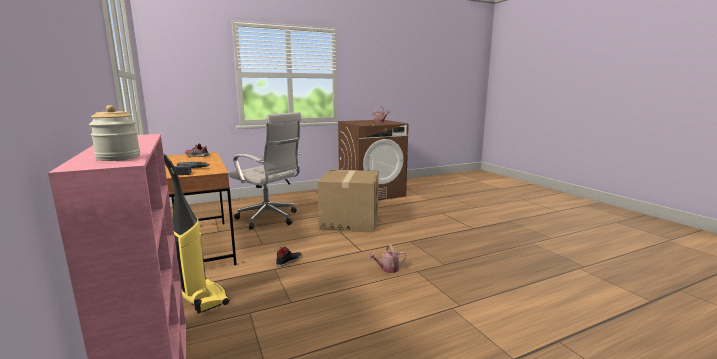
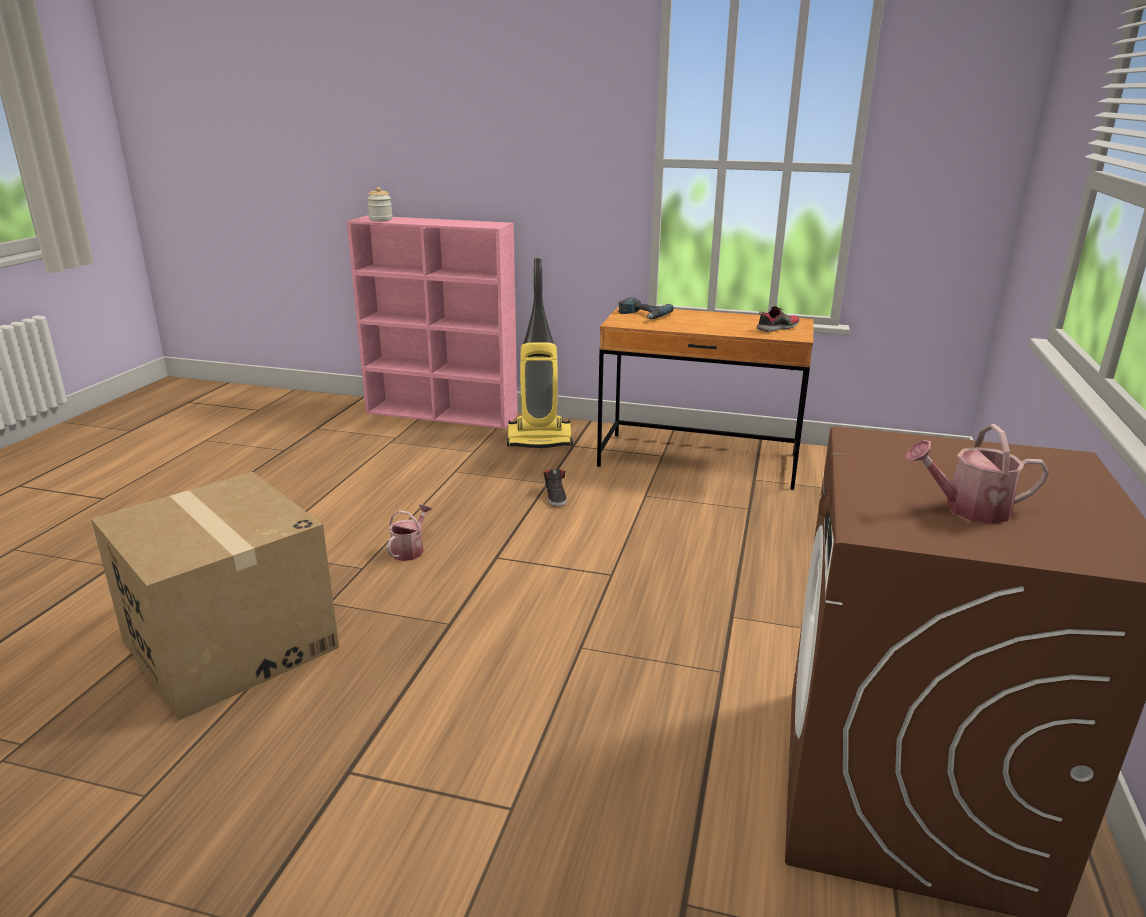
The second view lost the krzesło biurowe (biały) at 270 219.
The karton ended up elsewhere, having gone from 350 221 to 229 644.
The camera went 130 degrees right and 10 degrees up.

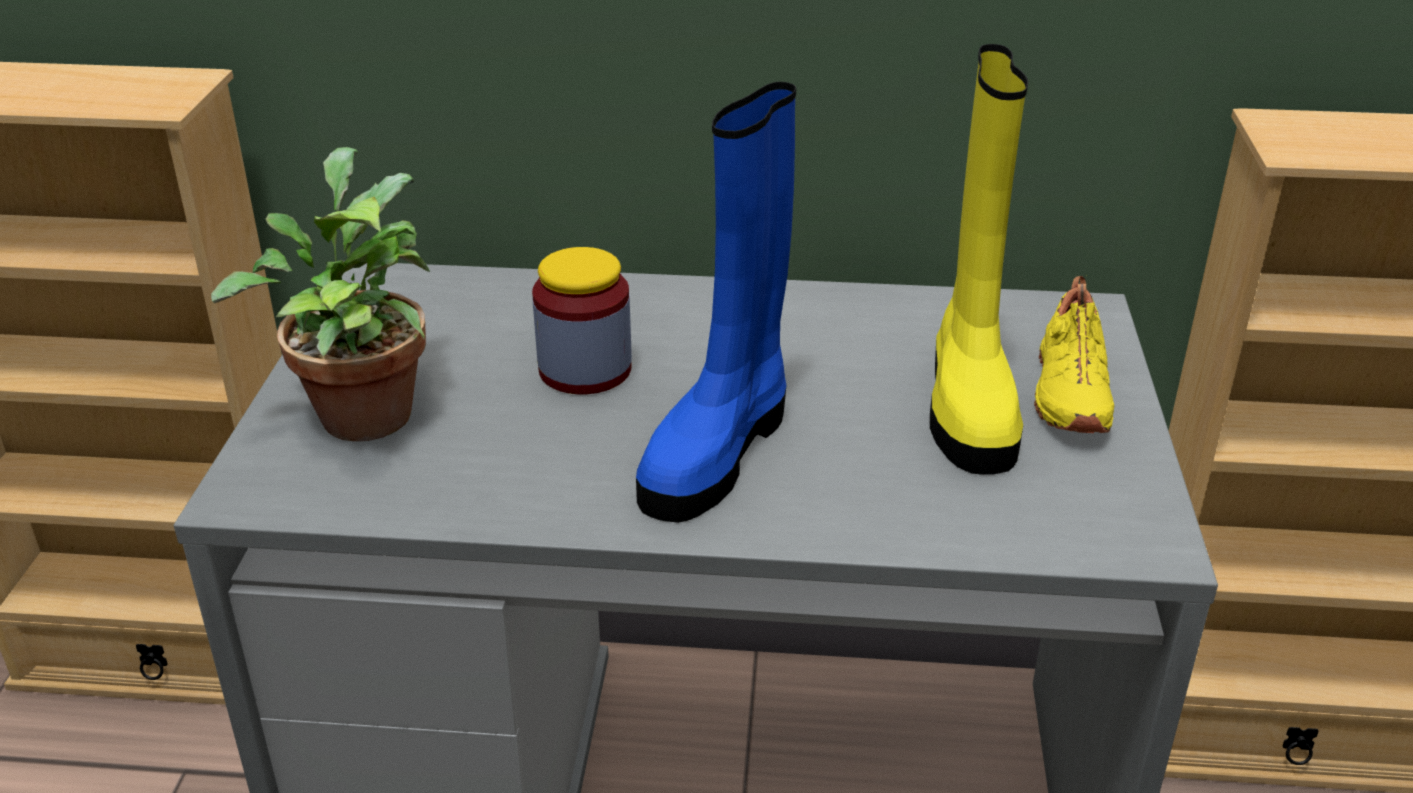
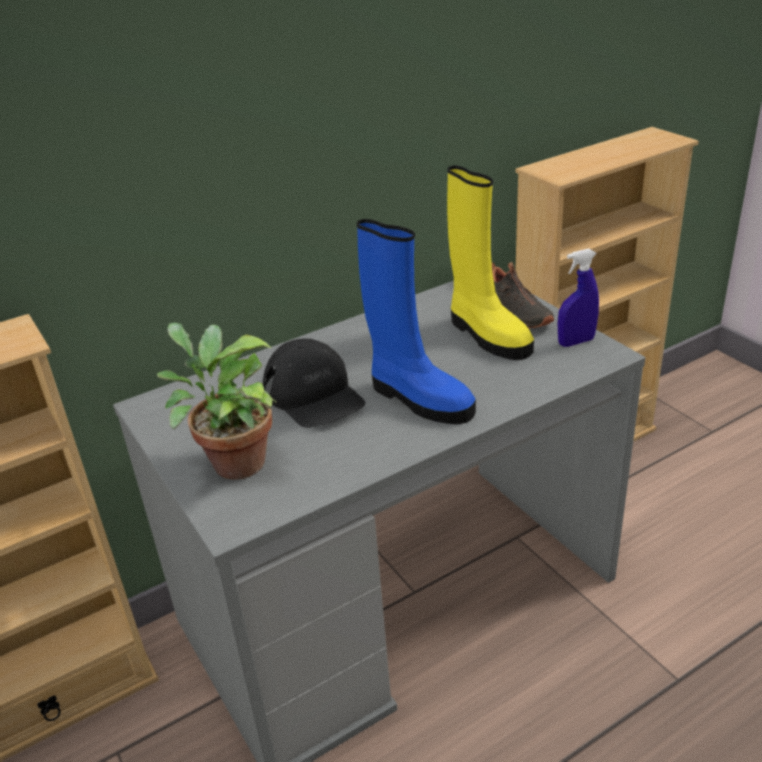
The second view gained the spryskiwacz (niebieski) at 576 342.
Where the słoik stood at 585 369, the czapka z daszkiem (czarny) came to stand at 314 395.
What was the but (żółty) at 1067 392 turned into the but (czarny) at 515 314.
The but z cholewką (niebieski) at 718 451 ended up facing another way, 45 degrees counterclockwise from before.
The camera went 35 degrees left and 0 degrees up.

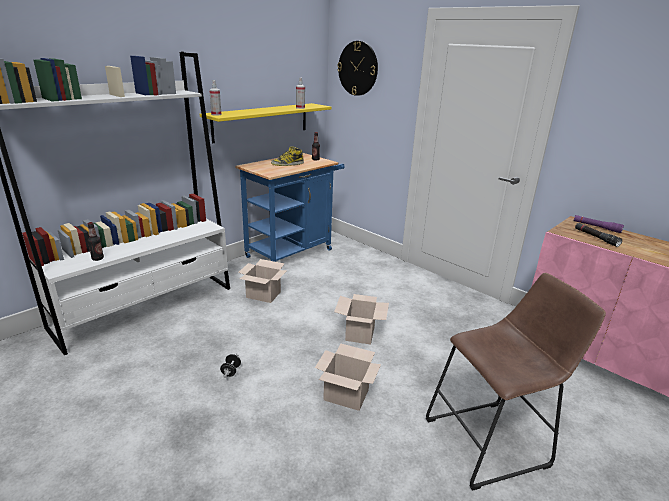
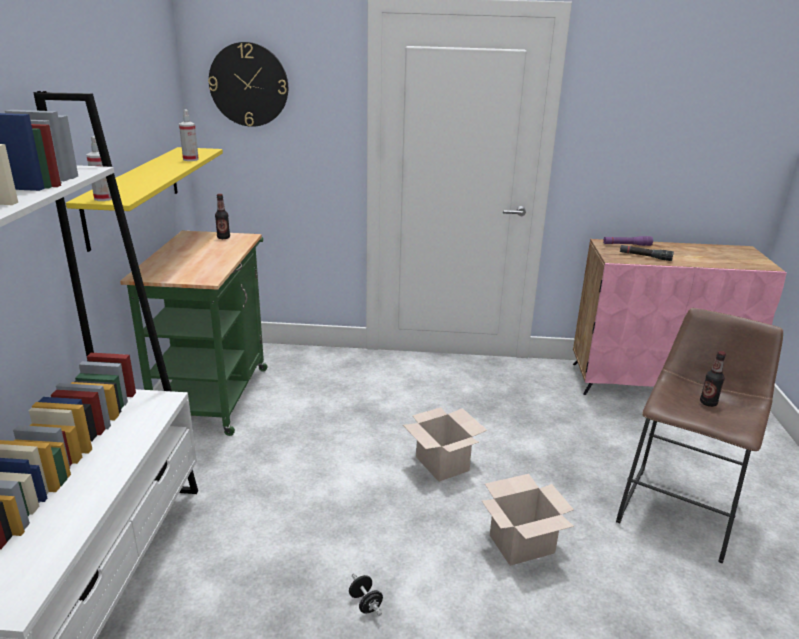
The second view lost the karton at 262 295.
The second view lost the but z cholewką at 287 164.
The butelka ended up elsewhere, having gone from 98 258 to 708 403.
What was the wózek (niebieski) at 293 251 turned into the wózek (zielony) at 216 392.
The camera went 40 degrees left and 0 degrees up.

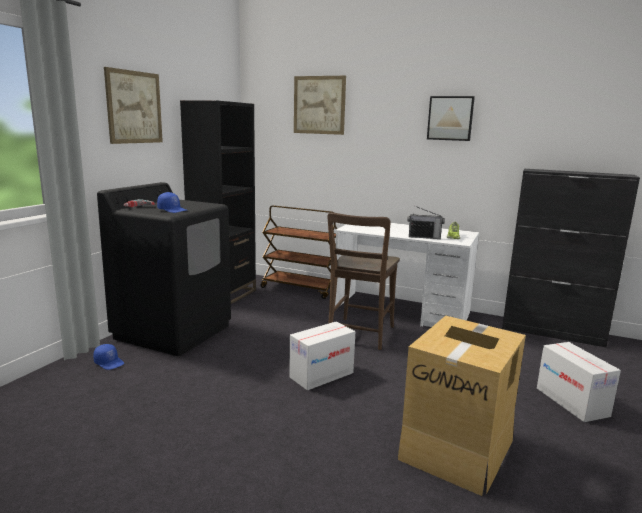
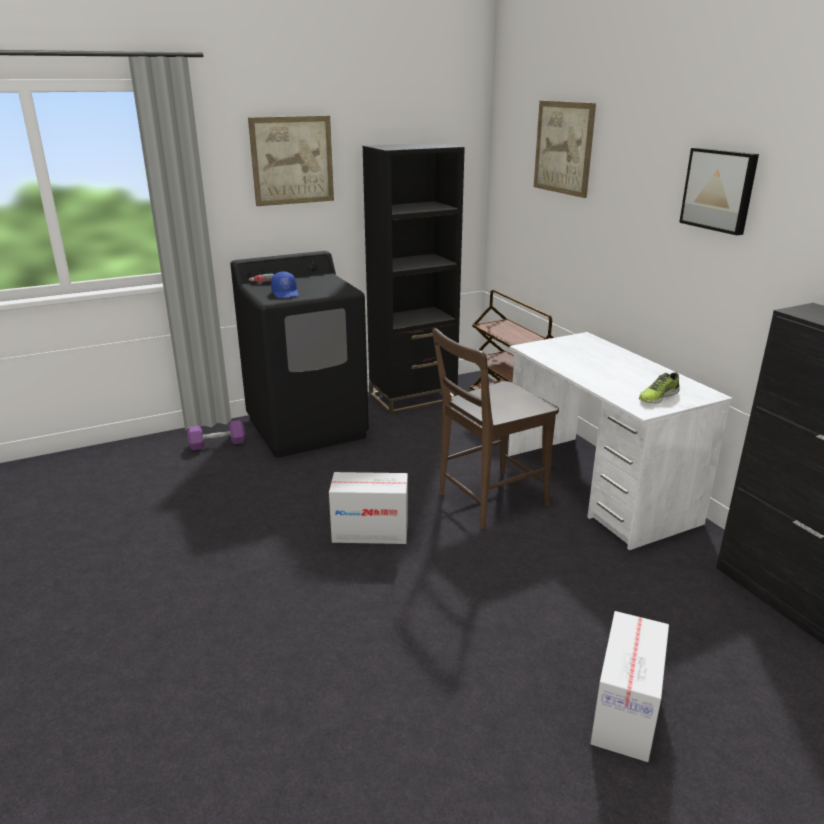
The second view lost the karton at 457 448.
The second view lost the radio at 424 237.
Where the czapka z daszkiem (niebieski) stood at 109 363, the hantel (fioletowy) came to stand at 217 444.
The camera went 40 degrees right and 10 degrees up.

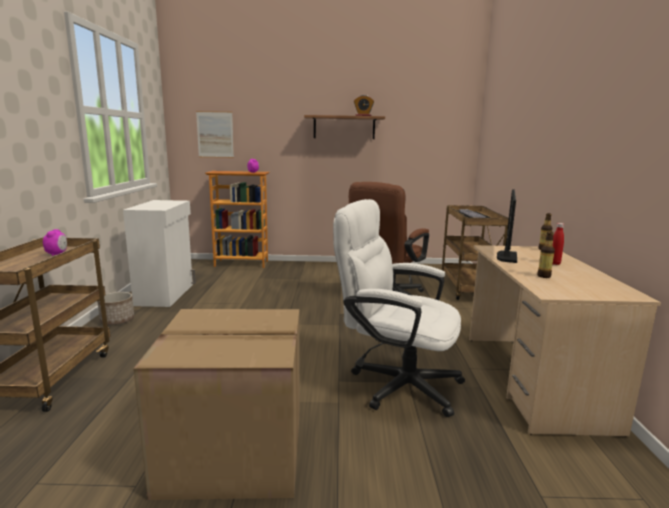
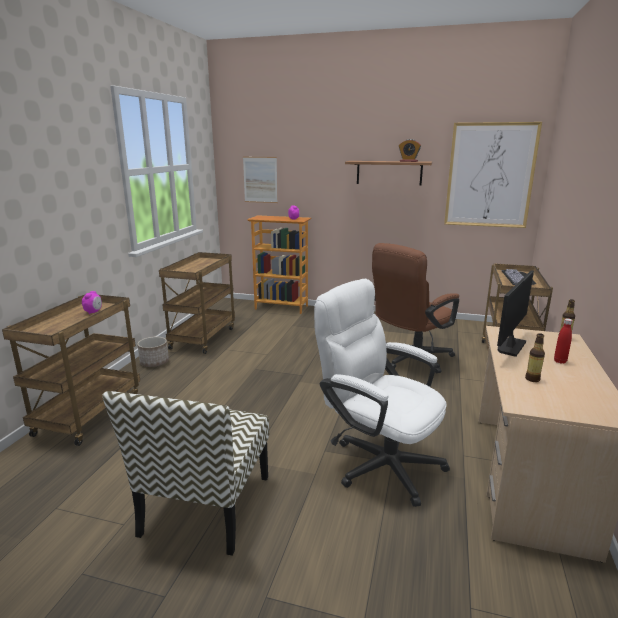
The second view gained the obraz at 490 175.
Where the szafka (biały) stood at 166 294, the wózek (brązowy) came to stand at 203 337.
Where the karton stood at 232 451, the krzesło came to stand at 206 506.
The camera went 15 degrees right and 5 degrees up.

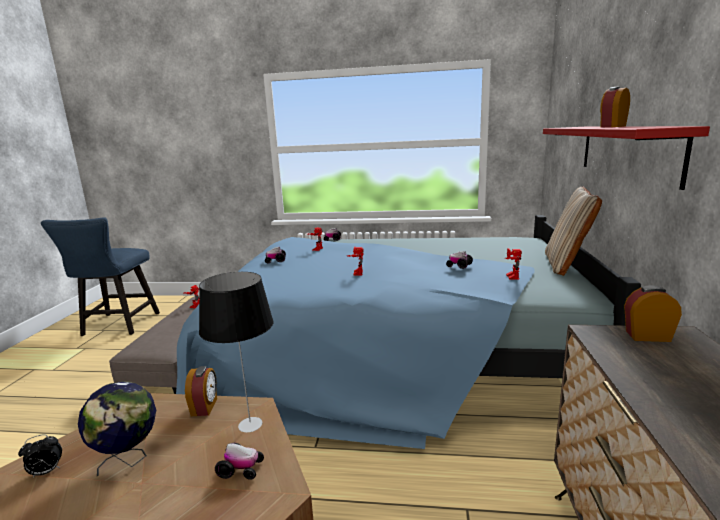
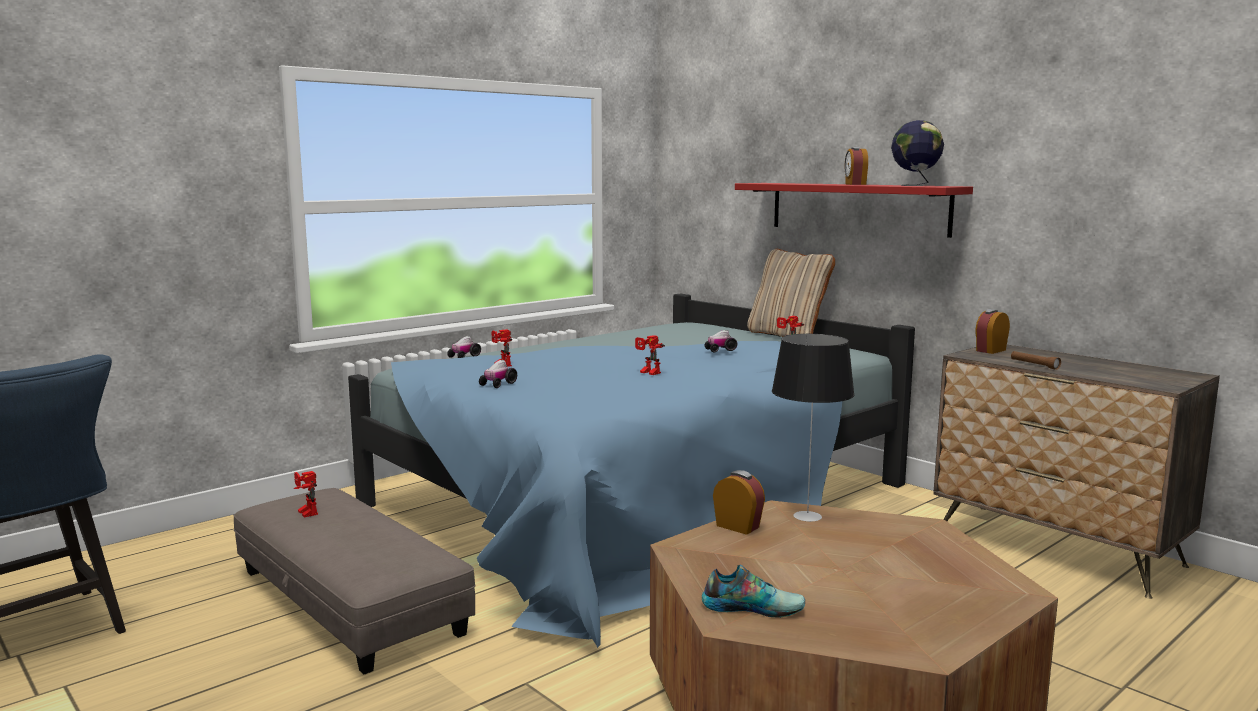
The second view lost the samochodzik at 241 469.
The second view gained the latarka (brązowy) at 1034 365.
The globus ended up elsewhere, having gone from 129 460 to 915 185.
Where the budzik stood at 46 472, the but came to stand at 752 607.
The camera went 50 degrees left and 5 degrees down.

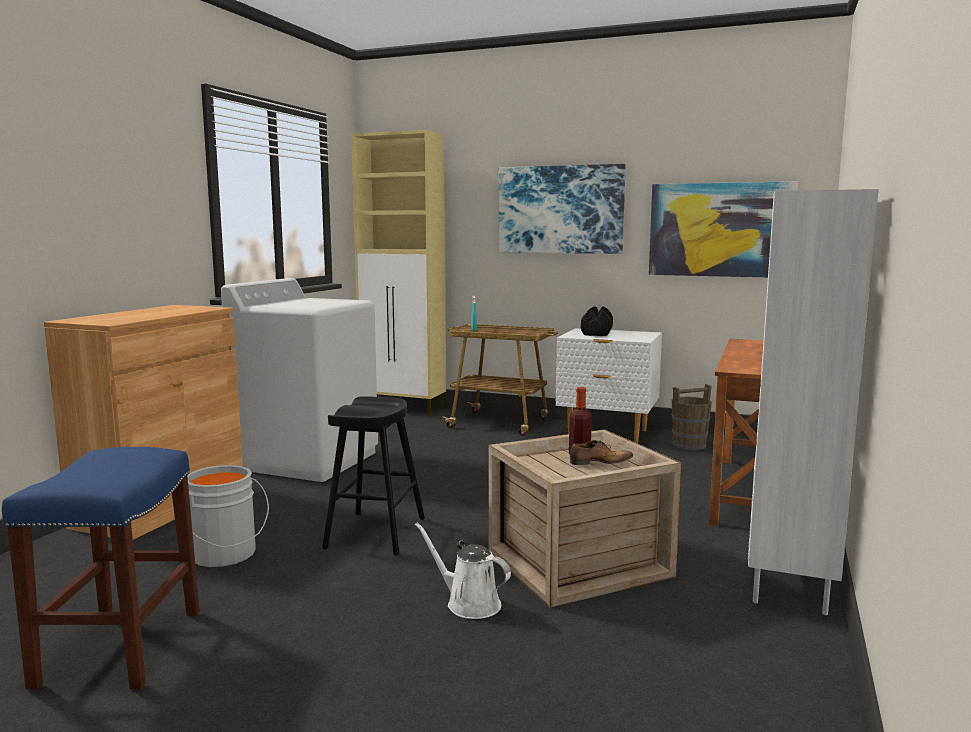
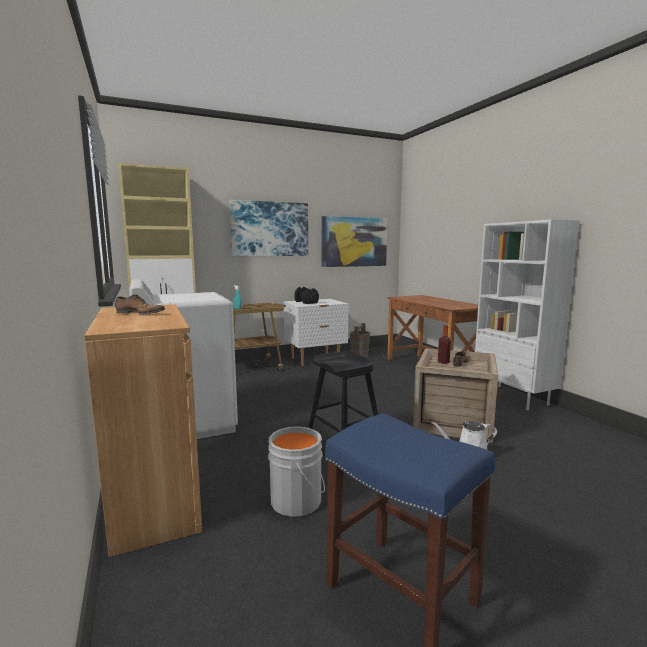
The second view gained the but at 139 313.
The camera went 45 degrees left and 0 degrees up.

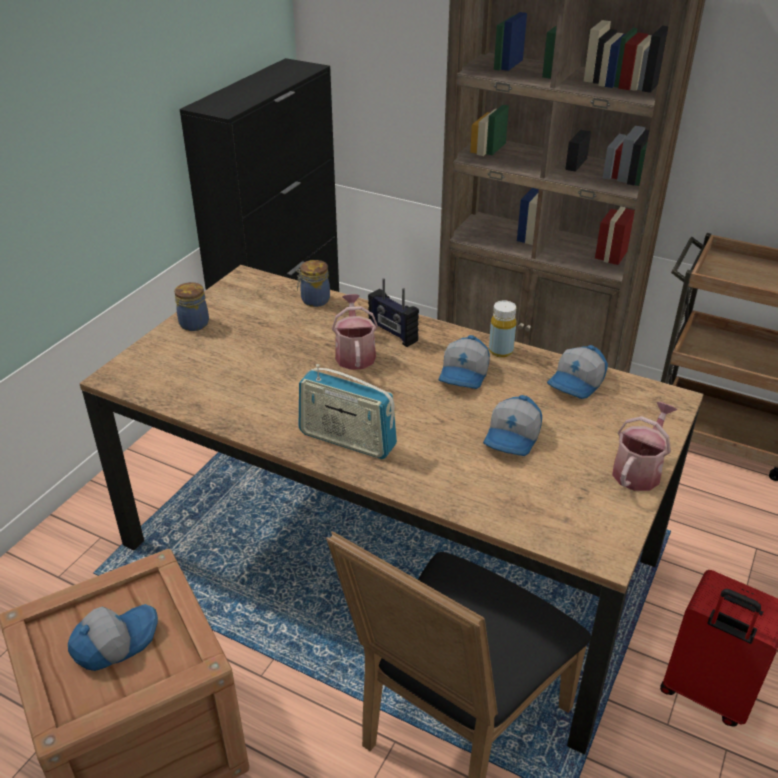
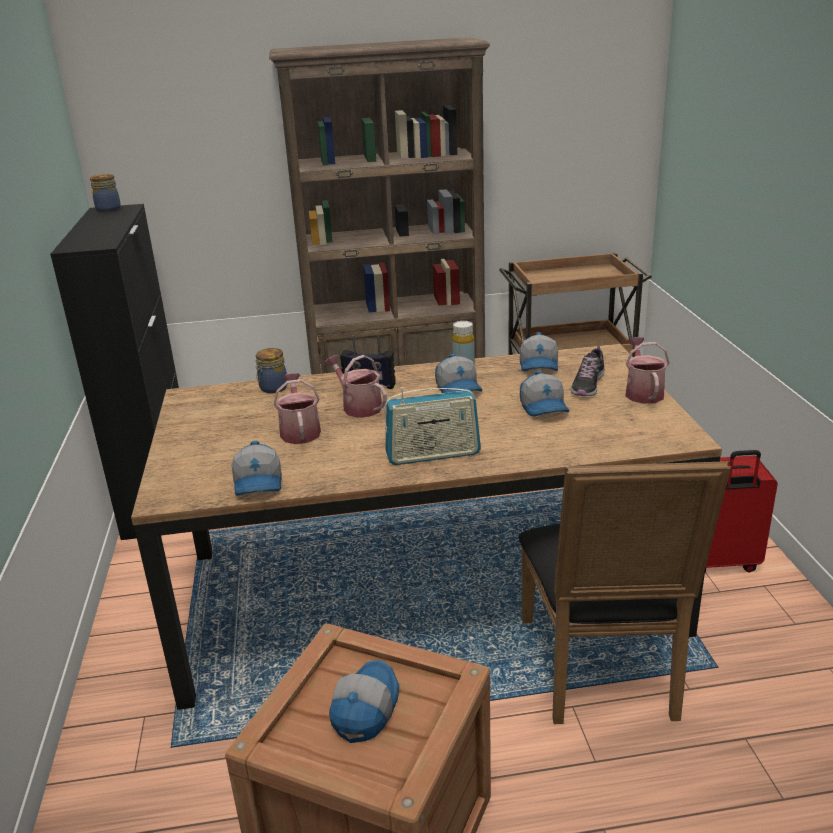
The second view gained the czapka z daszkiem at 259 483.
The second view gained the konewka at 299 431.
The second view gained the but at 587 385.
The słoik ended up elsewhere, having gone from 194 323 to 108 209.
The camera went 35 degrees left and 10 degrees down.

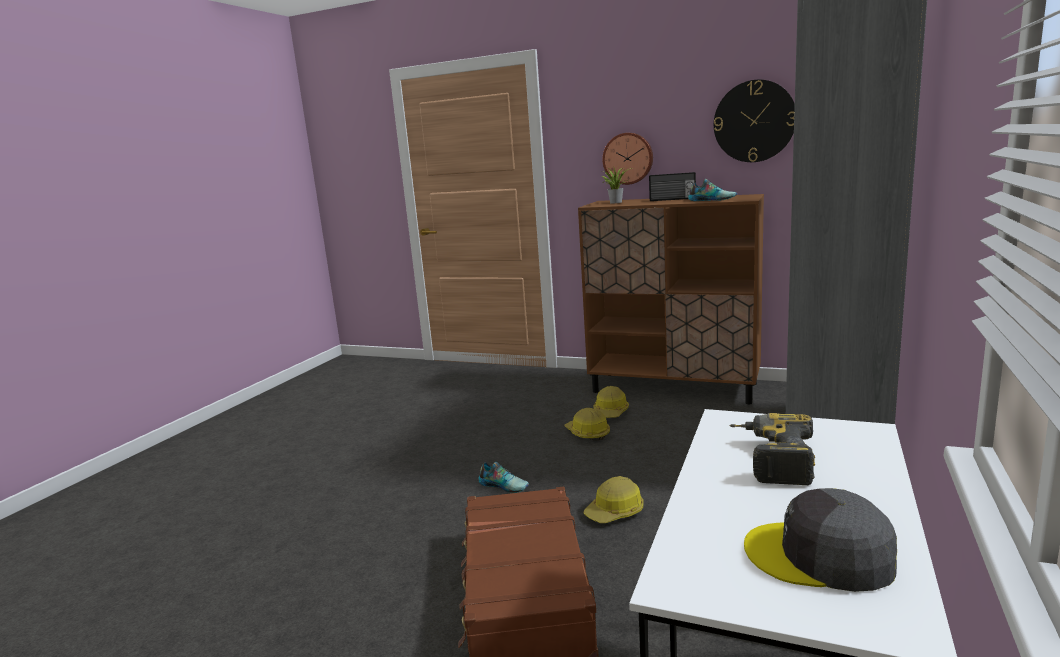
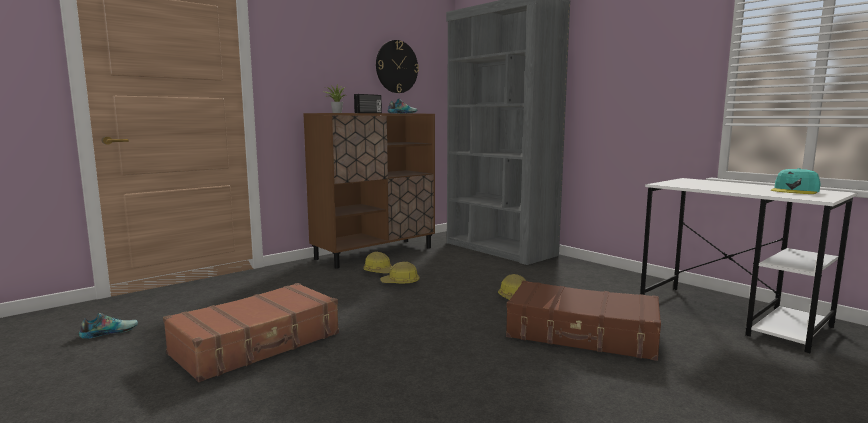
The second view lost the zegar ścienny at 628 158.
The second view lost the wiertarka at 769 459.
The second view gained the walizka (brązowy) at 257 344.
The but ended up elsewhere, having gone from 504 485 to 109 332.
What was the czapka z daszkiem (szary) at 820 556 turned into the czapka z daszkiem (turkusowy) at 795 191.
The camera went 65 degrees left and 5 degrees down.

